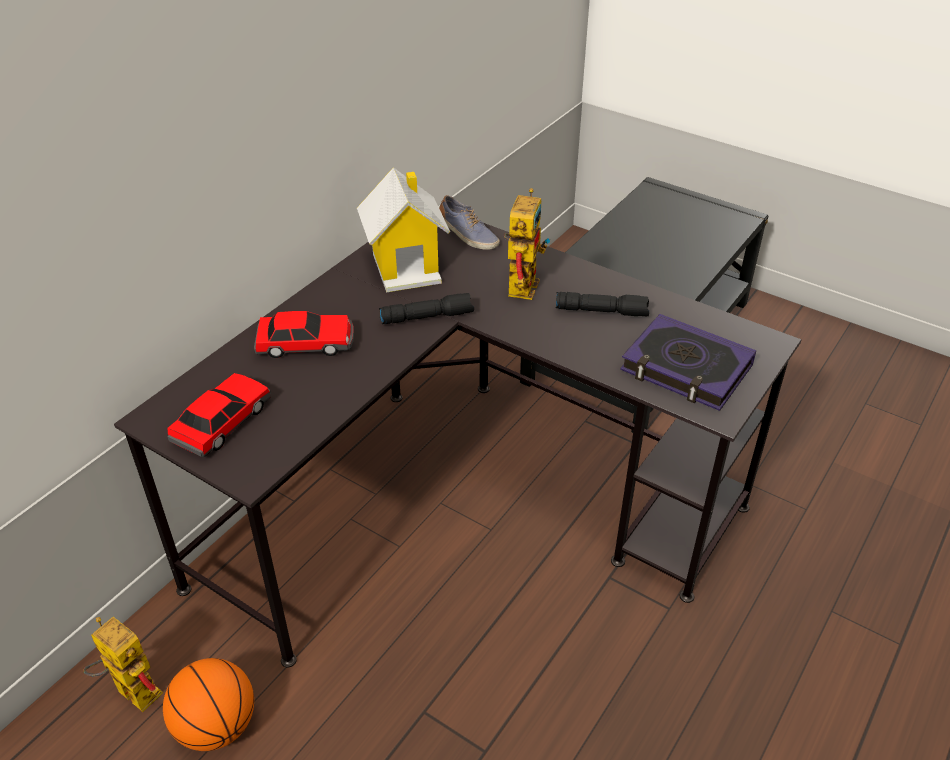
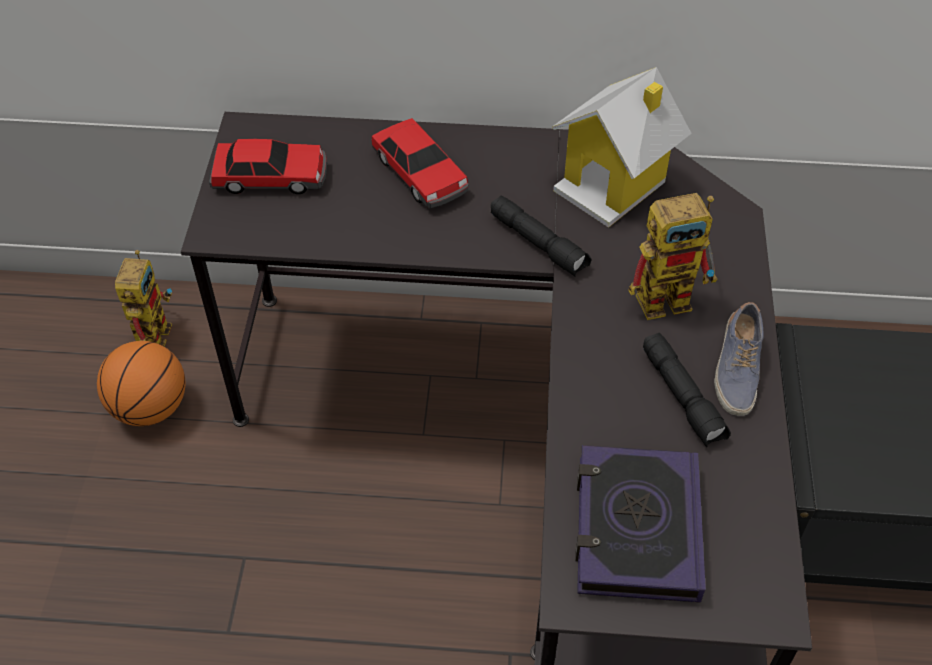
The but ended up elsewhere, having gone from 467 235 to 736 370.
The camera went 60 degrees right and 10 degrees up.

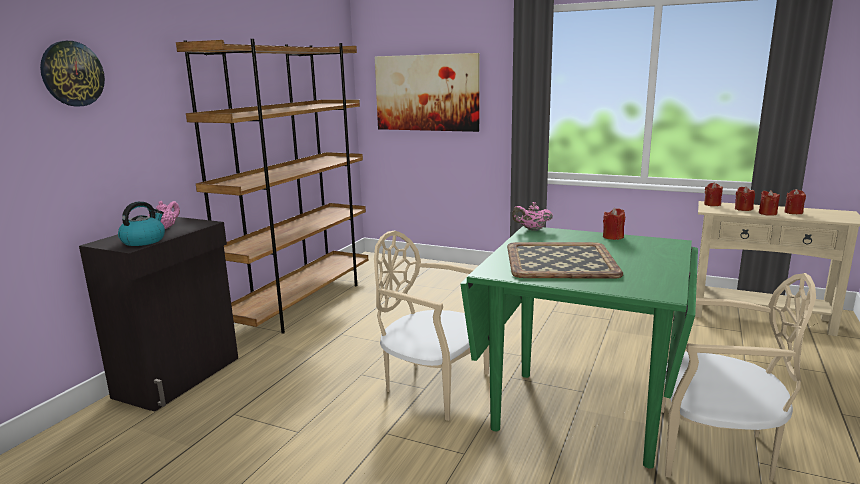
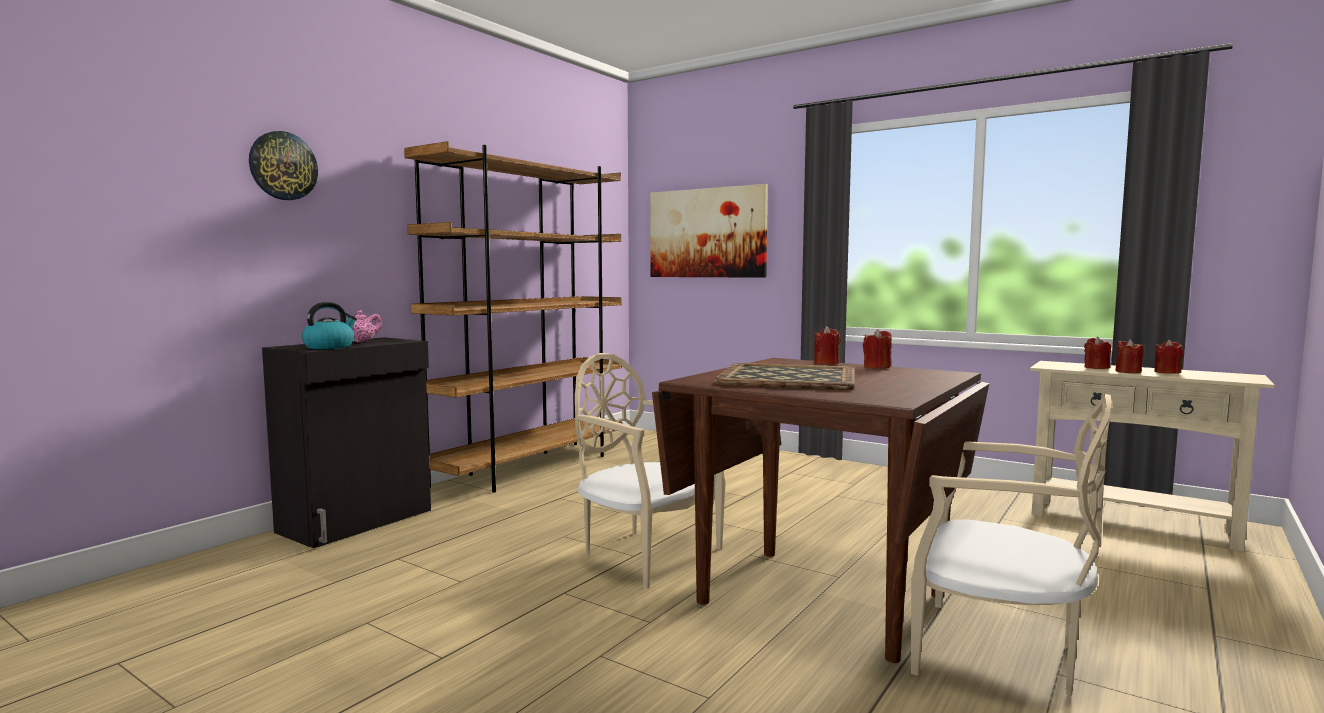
The second view lost the imbryk (różowy) at 532 229.
The świeca (czerwony) ended up elsewhere, having gone from 712 204 to 826 363.
What was the stół jadalny (zielony) at 578 415 turned into the stół jadalny (brązowy) at 820 599.
The camera went 10 degrees right and 10 degrees down.

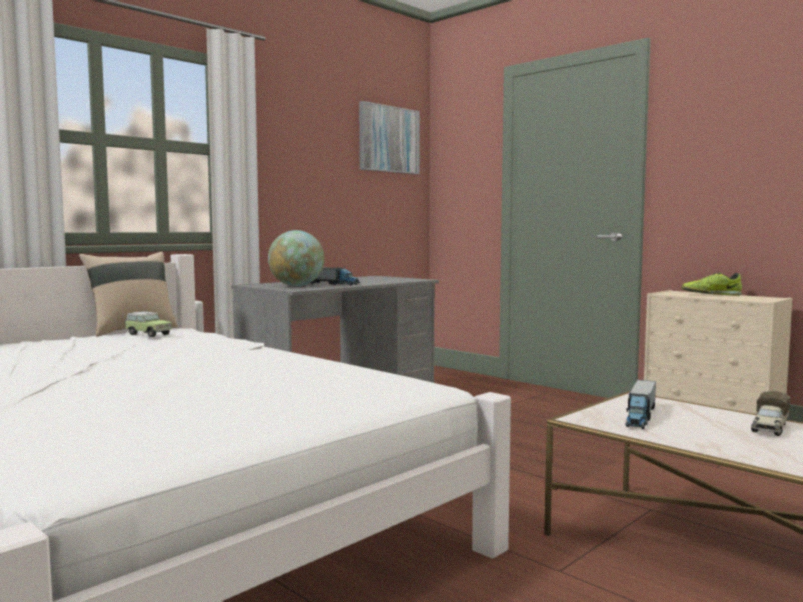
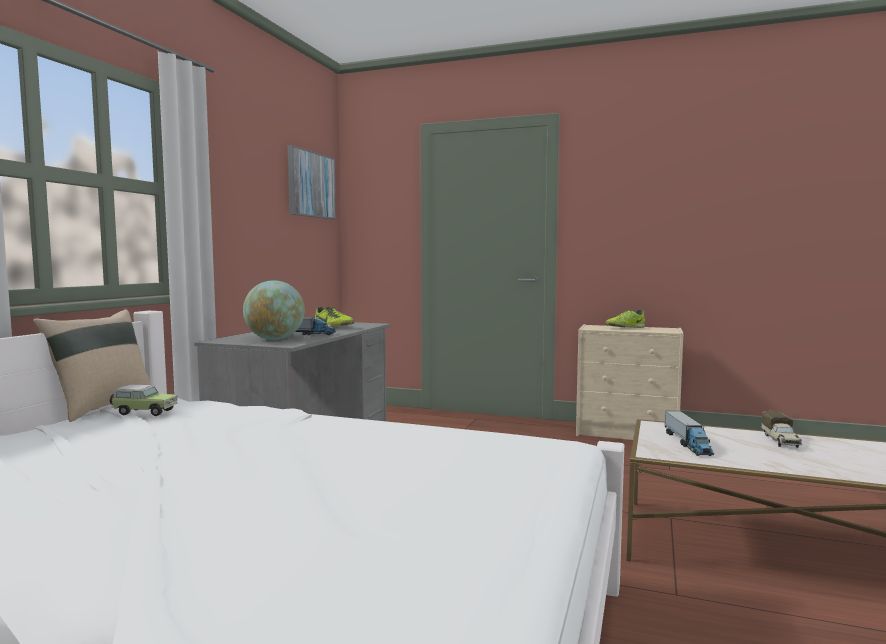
The second view gained the but at 333 327.
The camera went 25 degrees left and 0 degrees up.

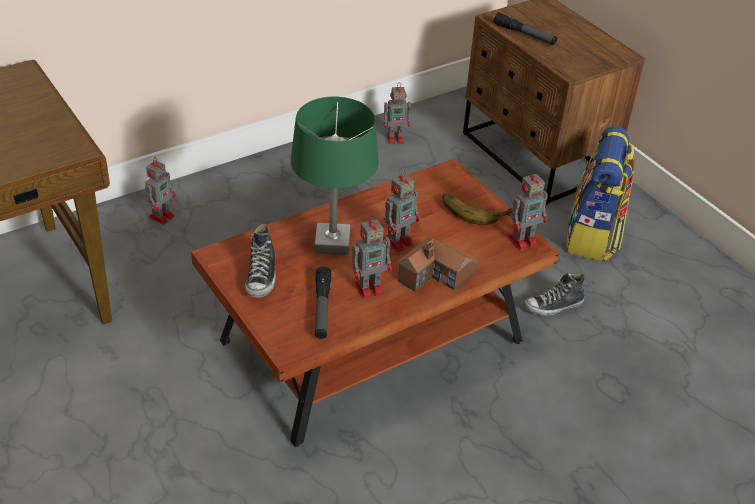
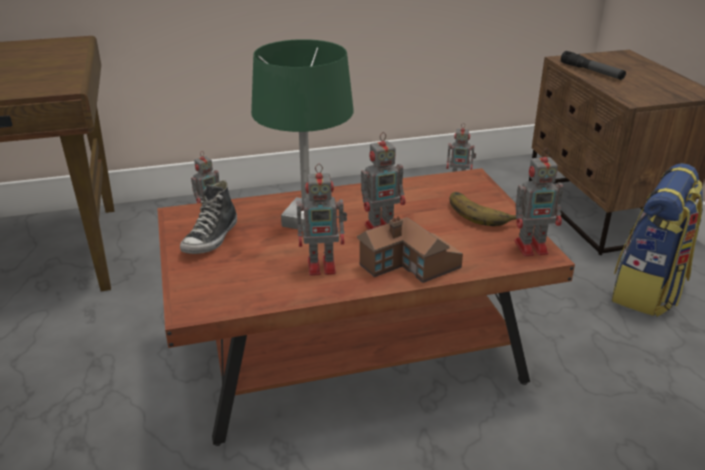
The second view lost the latarka at 322 308.
The second view lost the but at 553 306.
The camera went 20 degrees right and 10 degrees down.

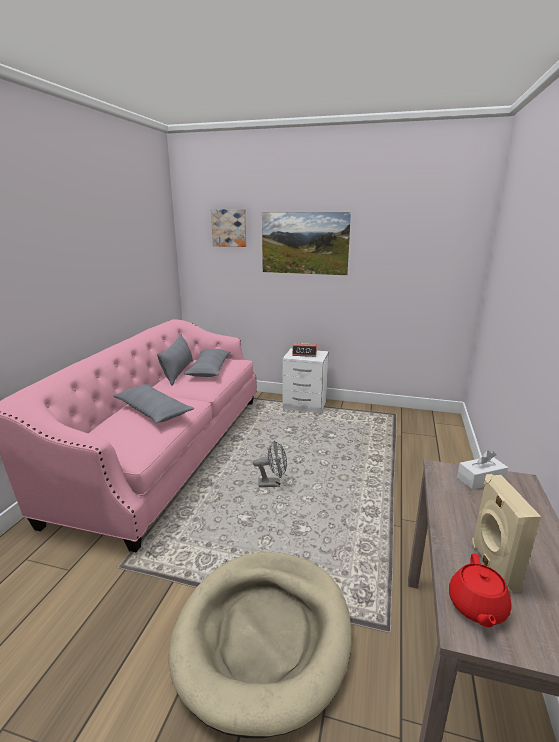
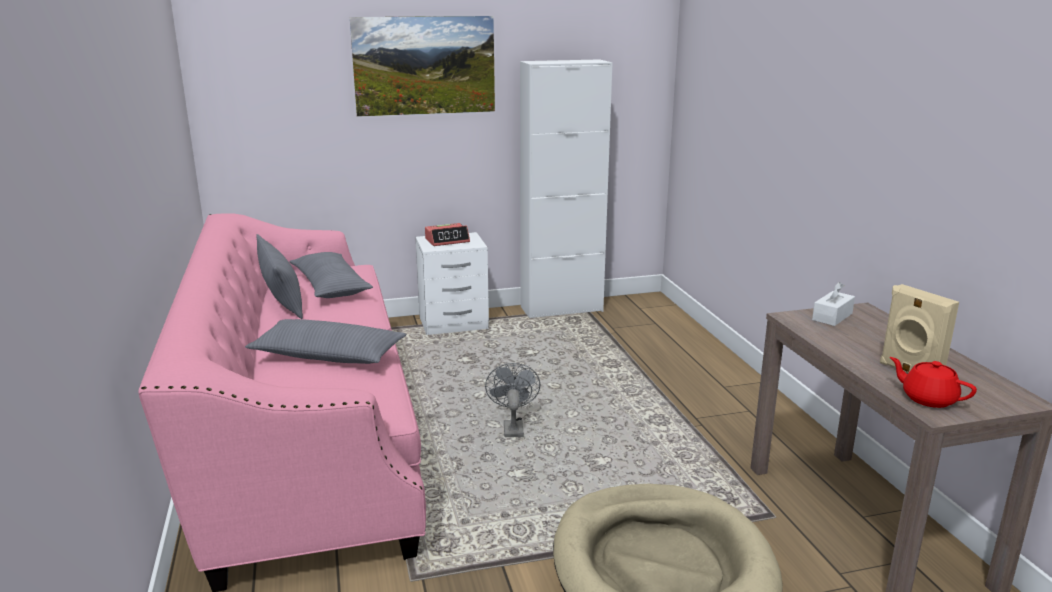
The second view lost the obraz at 229 228.
The second view gained the szafka (biały) at 561 309.
The wentylator (szary) at 273 483 ended up facing another way, 60 degrees counterclockwise from before.
The imbryk (czerwony) at 476 607 ended up facing another way, 150 degrees clockwise from before.
The camera went 30 degrees left and 0 degrees up.

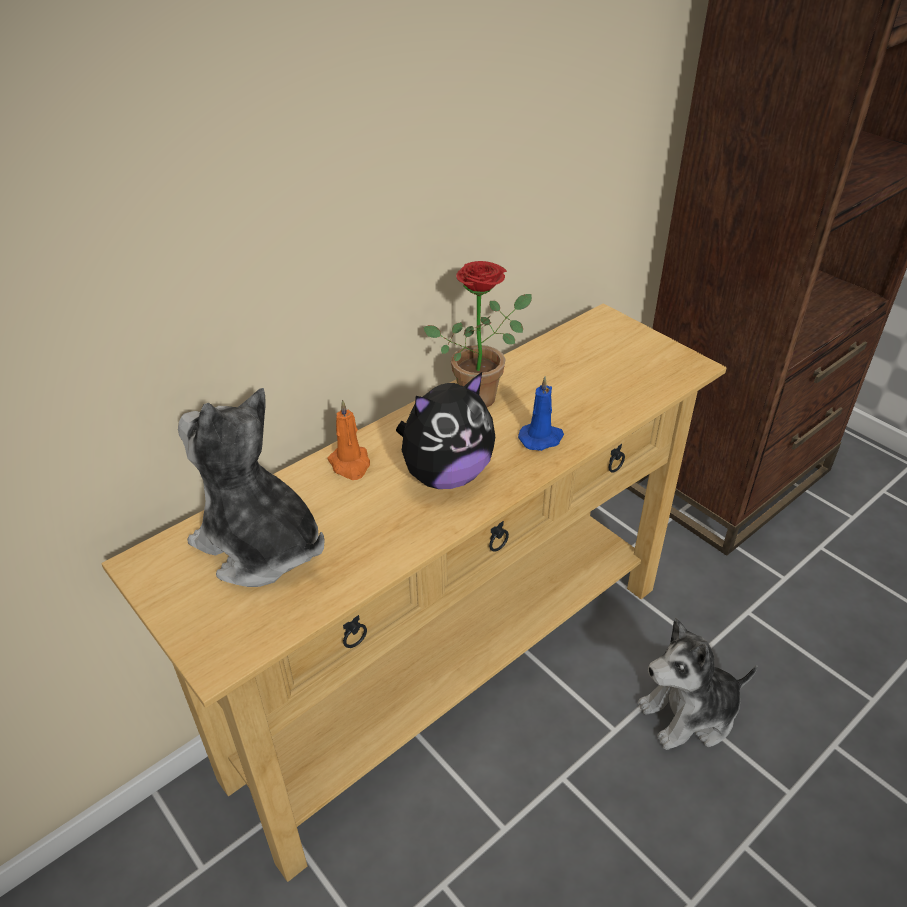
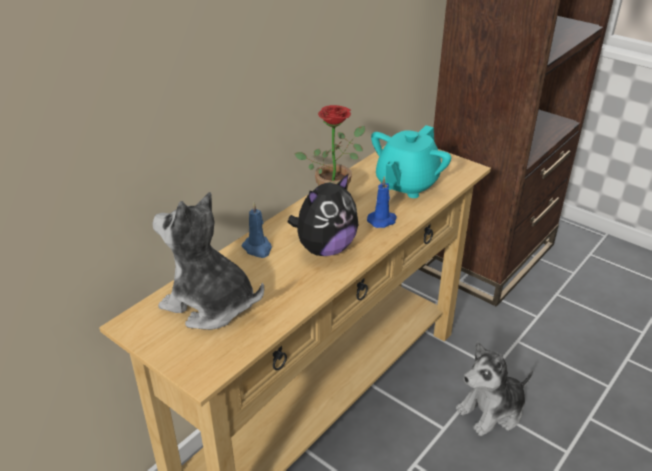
The second view gained the imbryk (turkusowy) at 406 184.
What was the świeca (pomarańczowy) at 350 464 turned into the świeca (niebieski) at 258 248.
The camera went 10 degrees left and 5 degrees down.

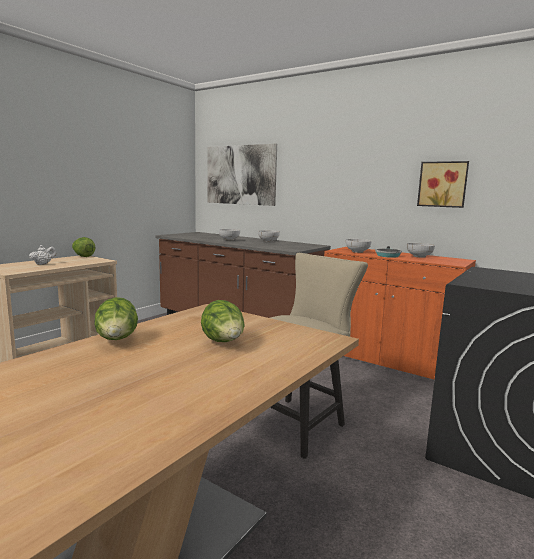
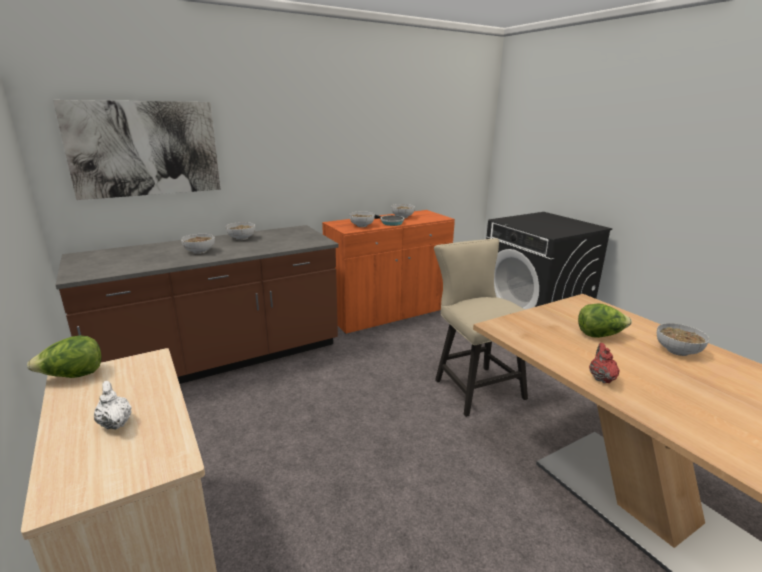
The second view lost the obraz at 442 184.
The second view gained the miska at 677 351.
Where the sałata stood at 117 341, the imbryk (czerwony) came to stand at 601 378.
The camera went 65 degrees left and 10 degrees up.

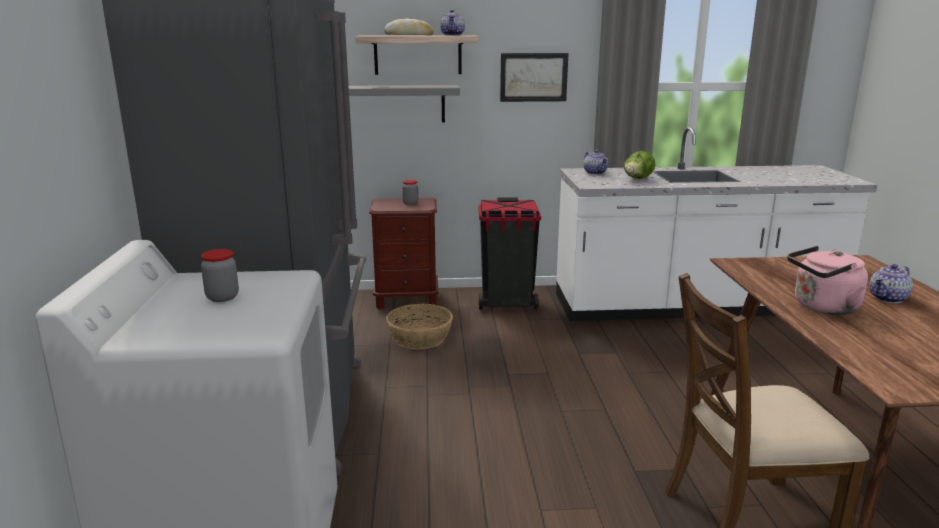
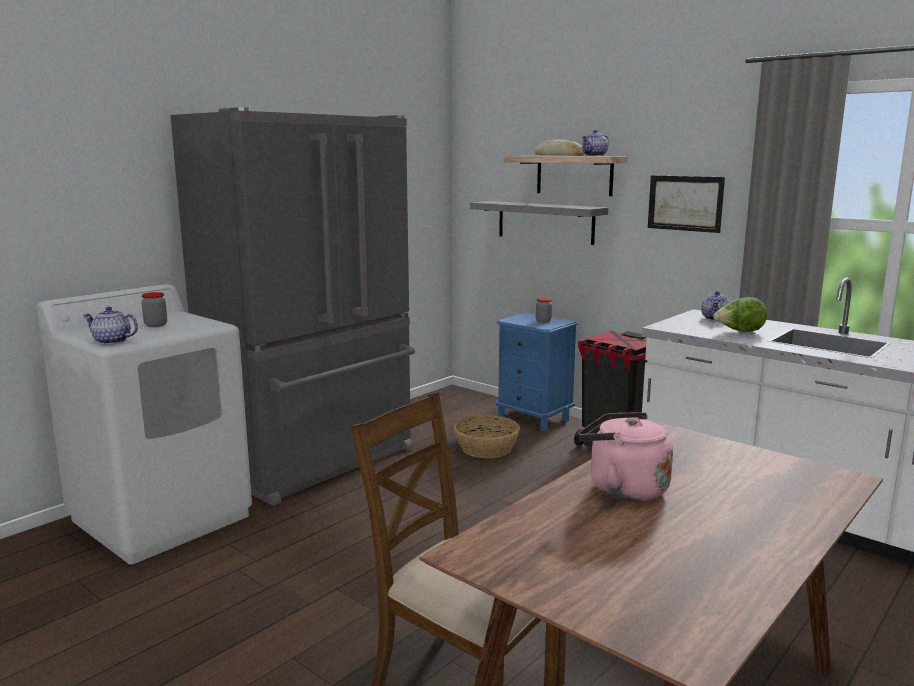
The imbryk ended up elsewhere, having gone from 888 298 to 111 341.
What was the szafka nocna (brązowy) at 407 300 turned into the szafka nocna (niebieski) at 533 419.
The camera went 45 degrees right and 5 degrees down.

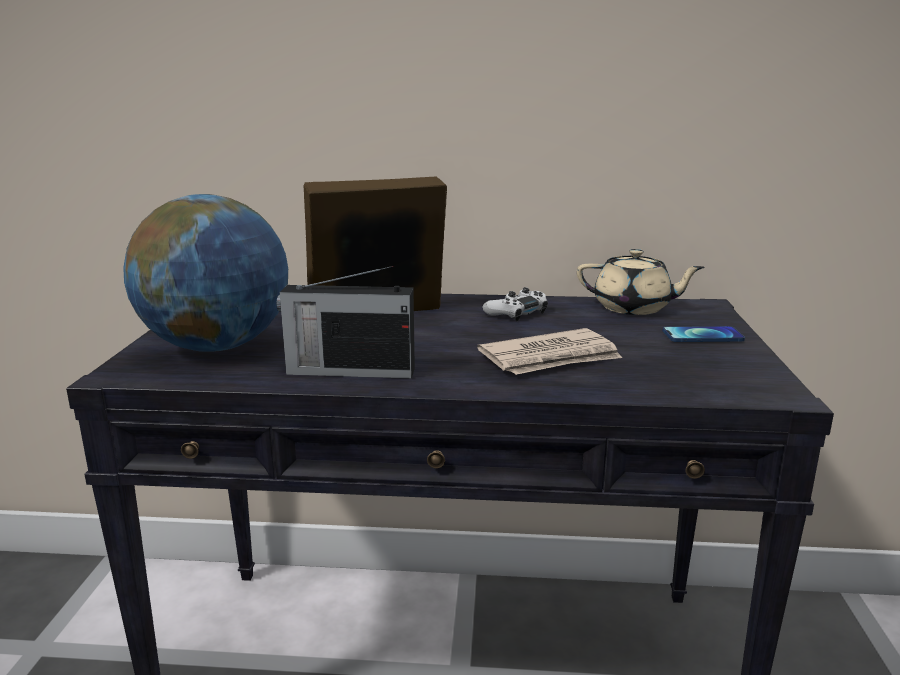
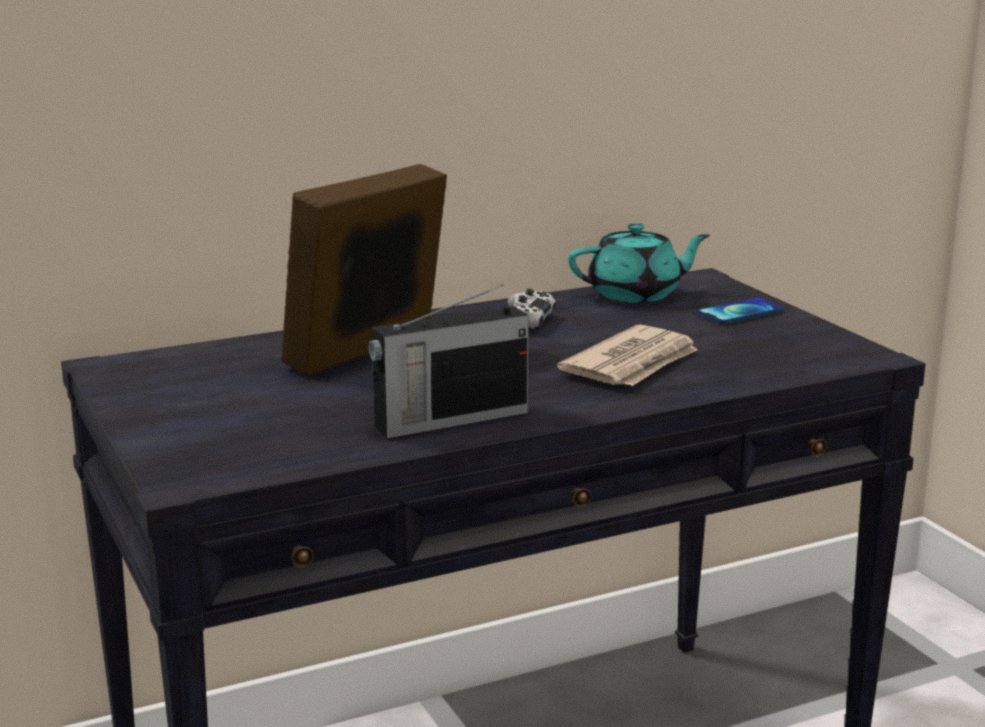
The second view lost the globus at 217 346.
What was the imbryk (beżowy) at 633 308 turned into the imbryk (turkusowy) at 636 294.
The camera went 30 degrees left and 0 degrees up.

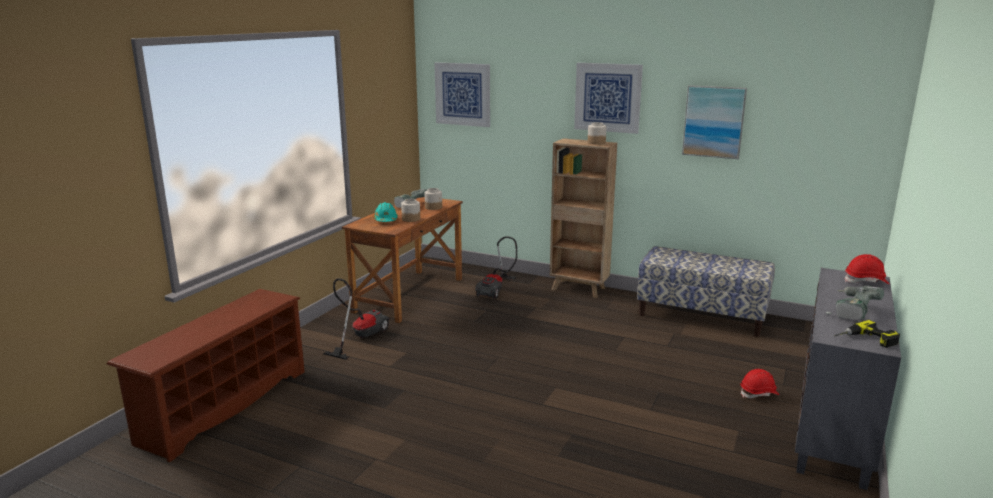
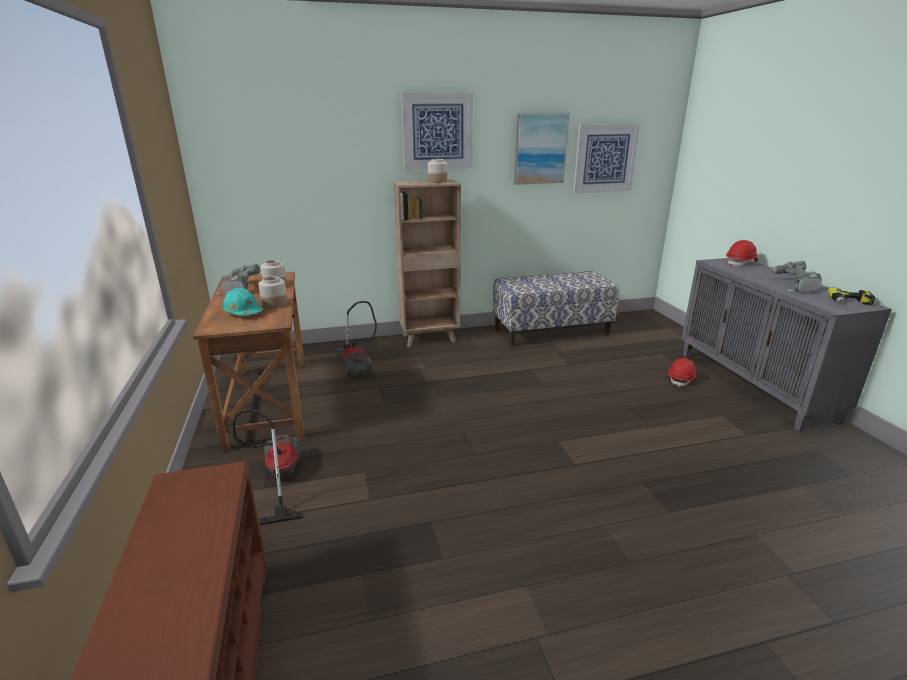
The obraz ended up elsewhere, having gone from 462 94 to 605 158.
The camera went 40 degrees left and 5 degrees up.

